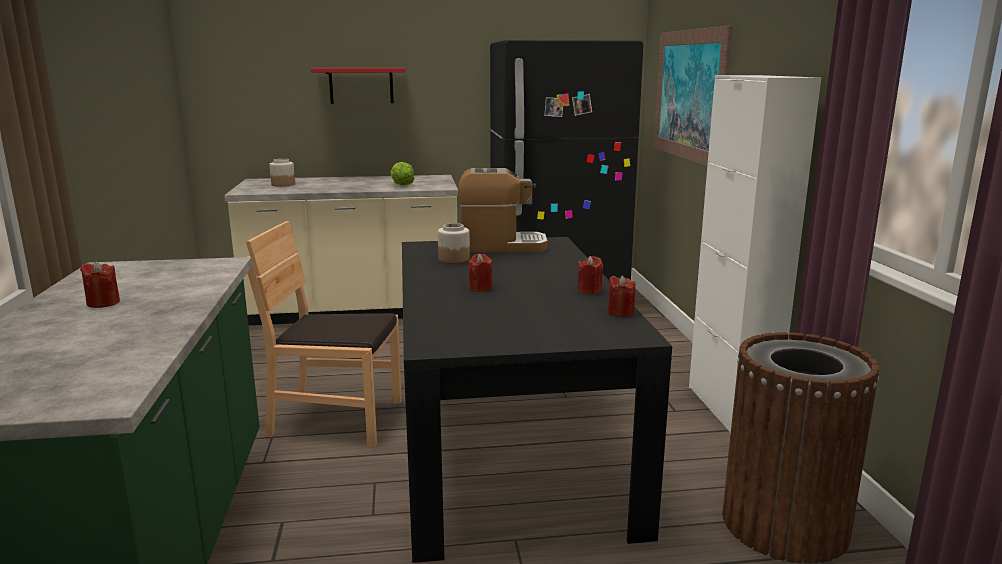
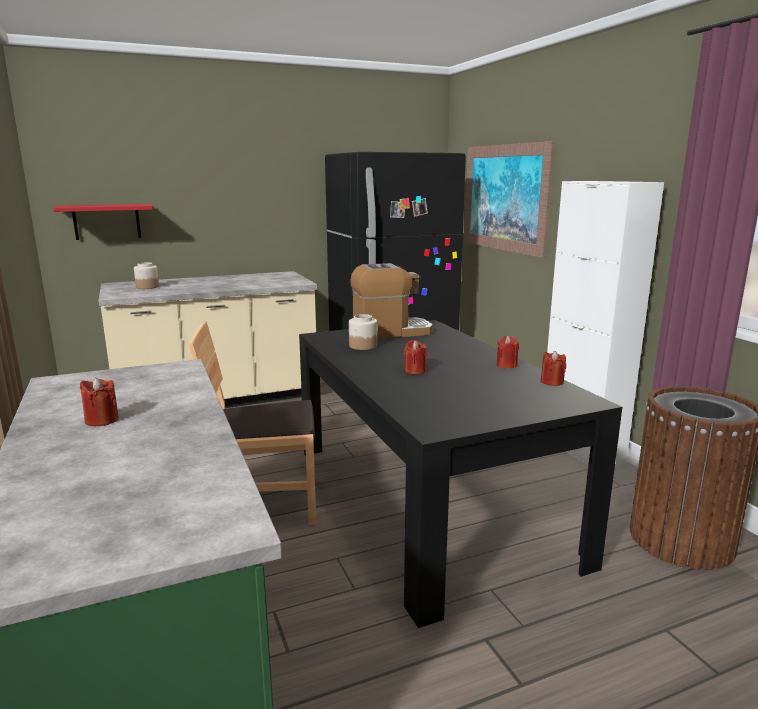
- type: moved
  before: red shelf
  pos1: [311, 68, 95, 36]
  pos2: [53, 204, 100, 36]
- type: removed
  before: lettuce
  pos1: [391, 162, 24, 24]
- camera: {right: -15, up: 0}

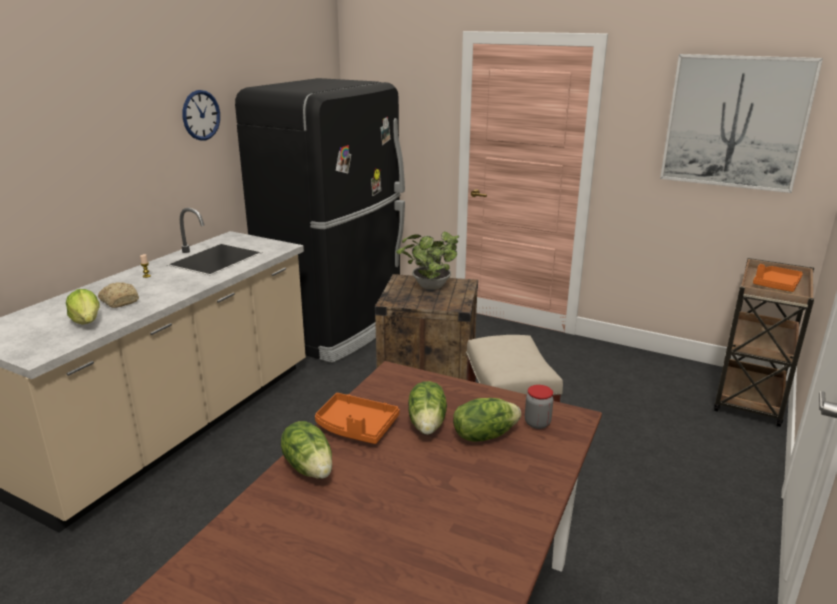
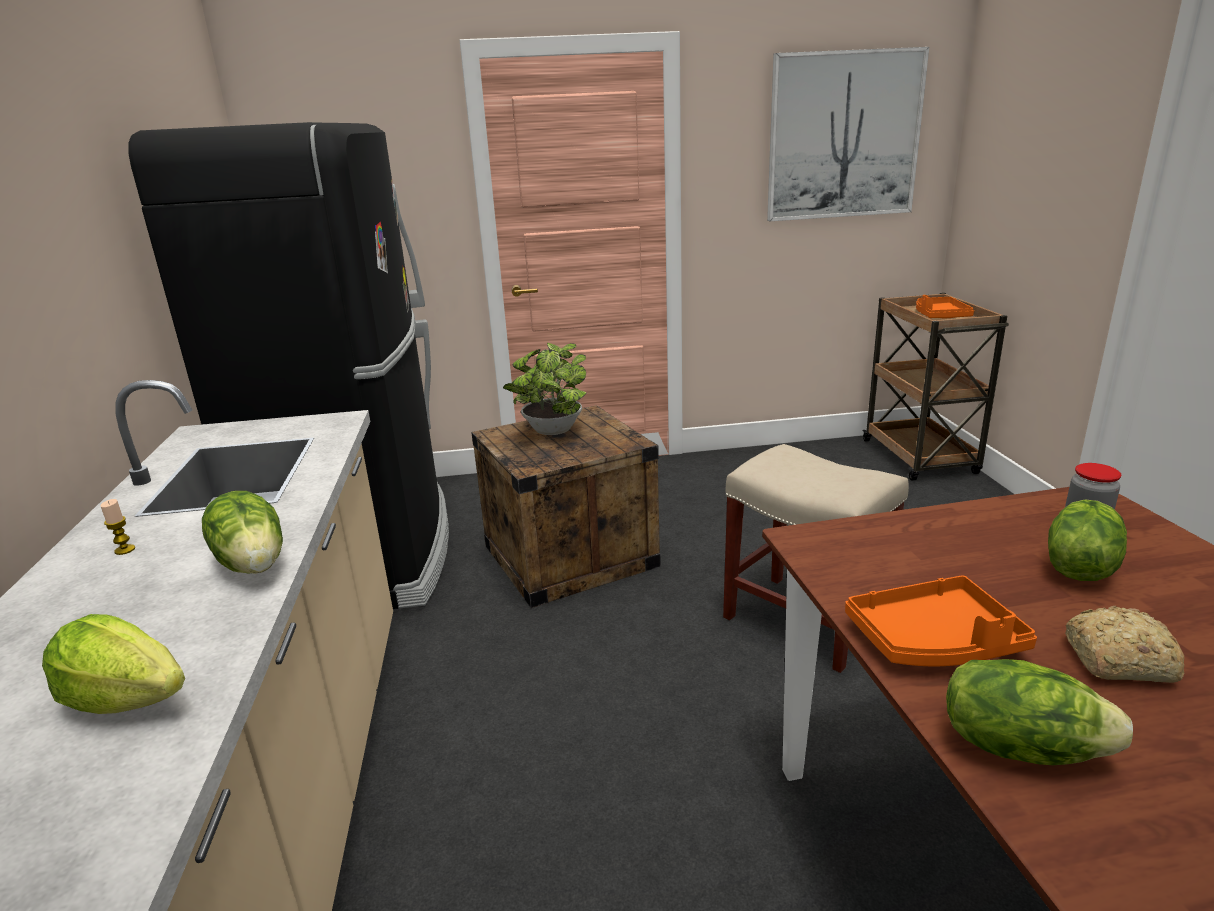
- type: moved
  before: lettuce
  pos1: [408, 381, 39, 54]
  pos2: [202, 491, 81, 83]
- type: moved
  before: bread
  pos1: [98, 282, 41, 26]
  pos2: [1065, 606, 119, 77]
- type: removed
  before: wall clock
  pos1: [182, 90, 38, 50]
- camera: {right: -35, up: 0}

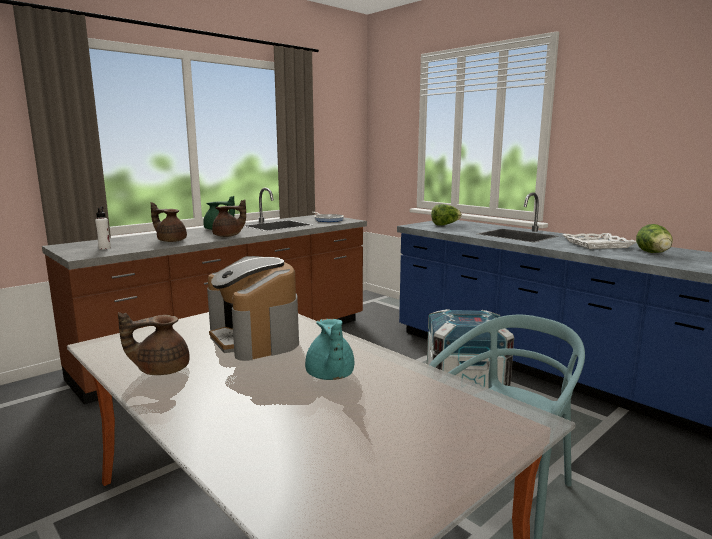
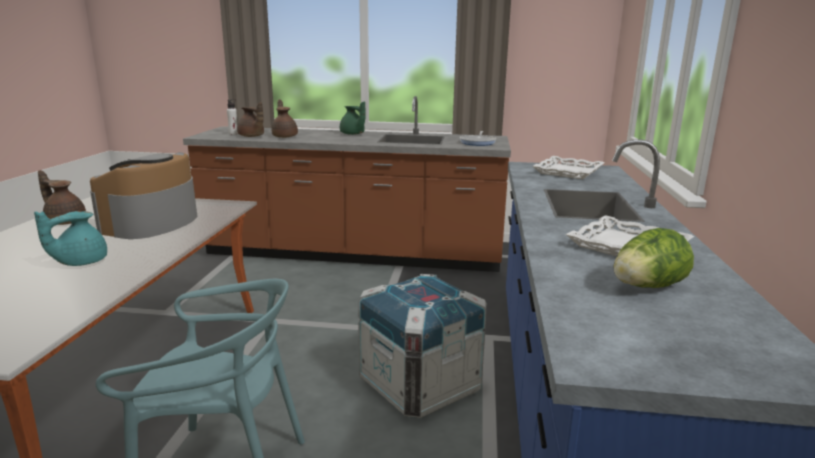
- type: moved
  before: brown teapot
  pos1: [212, 199, 34, 38]
  pos2: [237, 102, 27, 35]
- type: replaced
  before: lettuce
  after: white tray
  pos1: [431, 204, 31, 22]
  pos2: [533, 156, 71, 23]
- camera: {right: 50, up: 5}

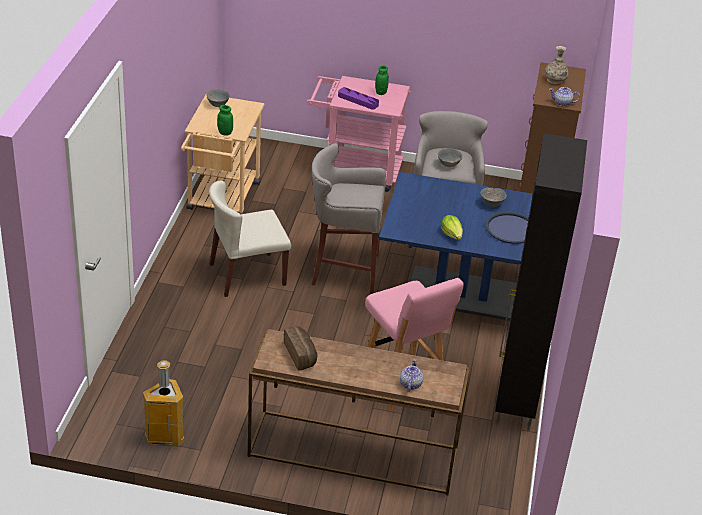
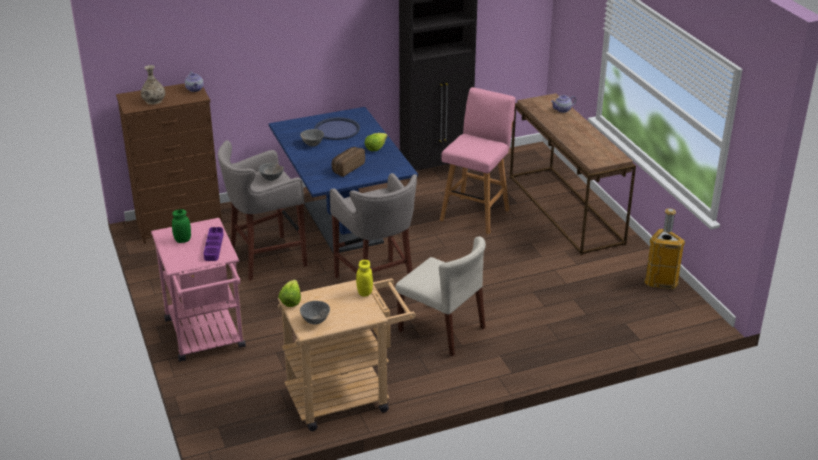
- type: added
  after: lettuce
  pos2: [278, 280, 23, 27]
- type: moved
  before: bread
  pos1: [284, 327, 33, 44]
  pos2: [331, 147, 34, 30]
- type: recoloured
  before: green jar
  after: yellow jar
  pos1: [217, 105, 16, 31]
  pos2: [356, 260, 17, 37]
- camera: {right: -120, up: -5}

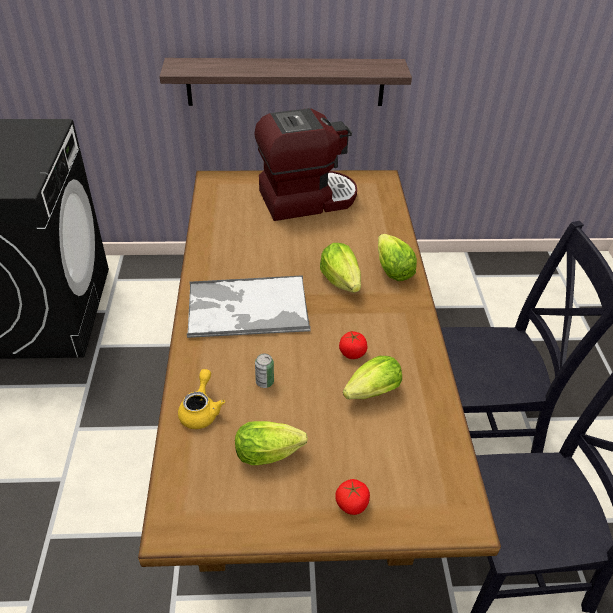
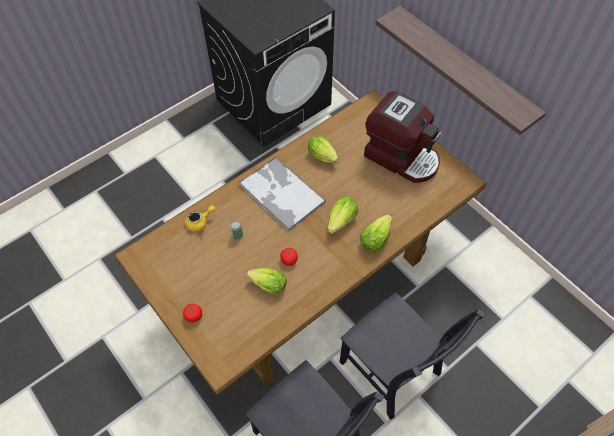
- type: moved
  before: lettuce
  pos1: [235, 421, 73, 44]
  pos2: [308, 136, 30, 27]
- camera: {right: 55, up: 15}

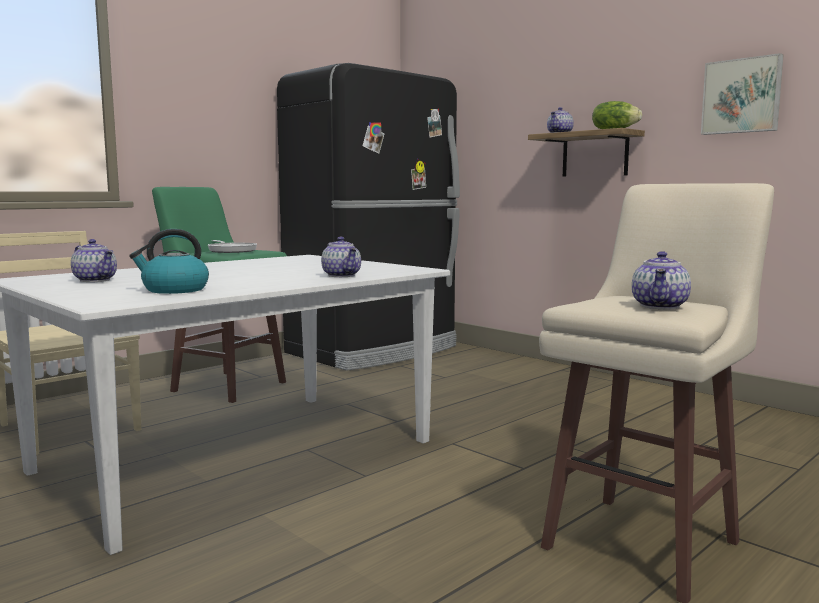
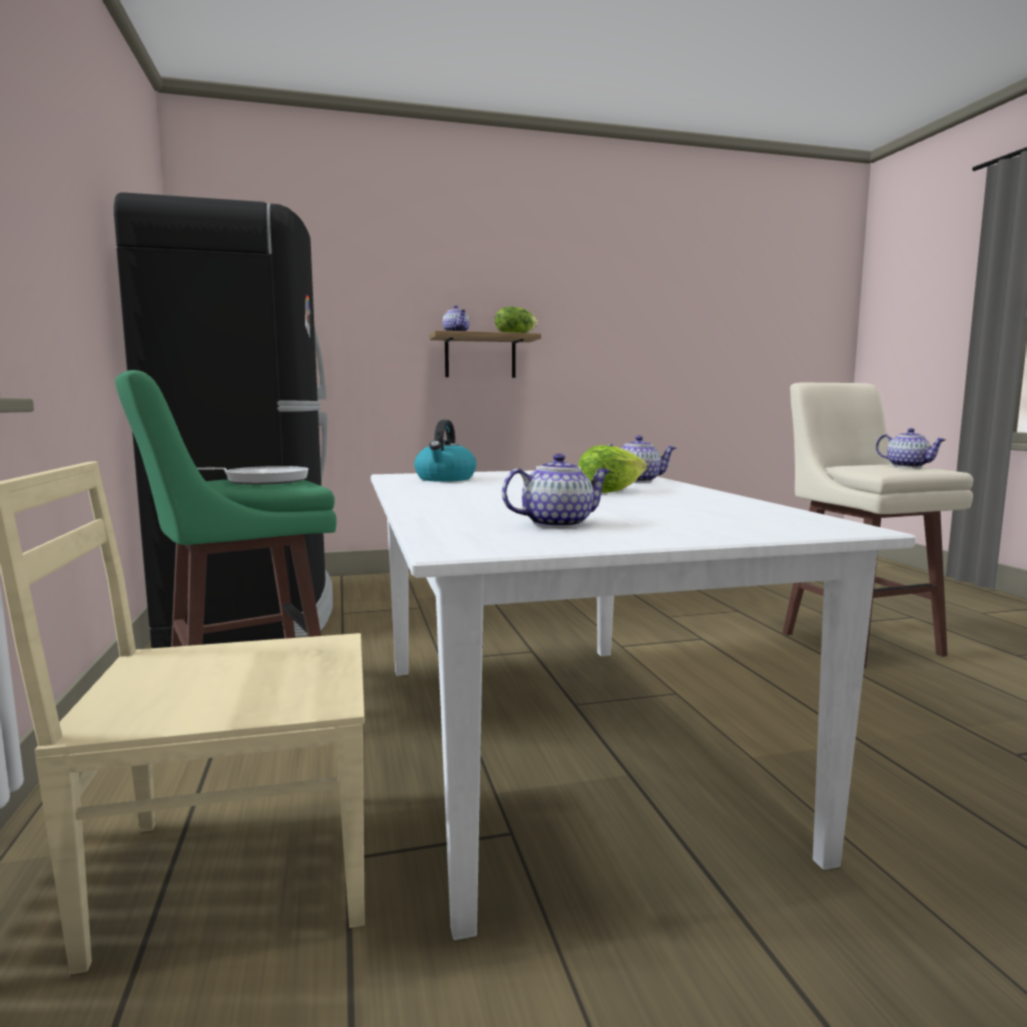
- type: moved
  before: kettle
  pos1: [129, 229, 80, 65]
  pos2: [414, 420, 62, 62]
- type: added
  after: lettuce
  pos2: [578, 445, 69, 48]
- type: removed
  before: picture
  pos1: [701, 53, 83, 82]
- camera: {right: -60, up: 0}

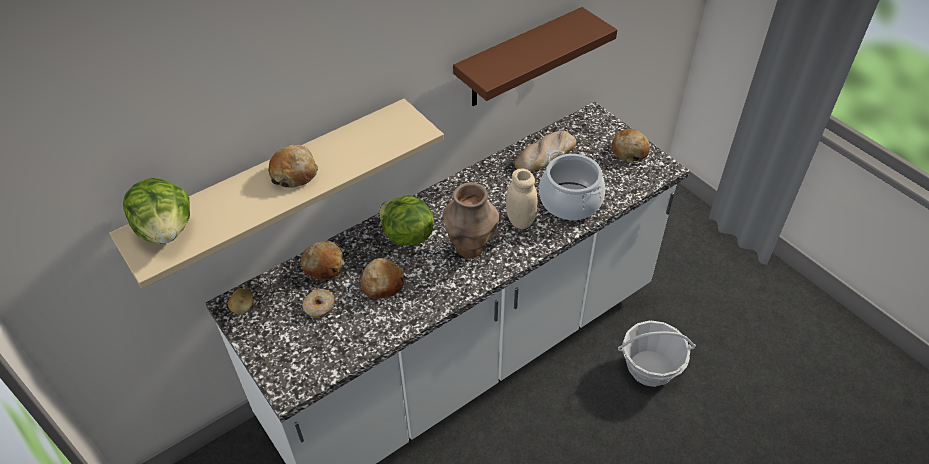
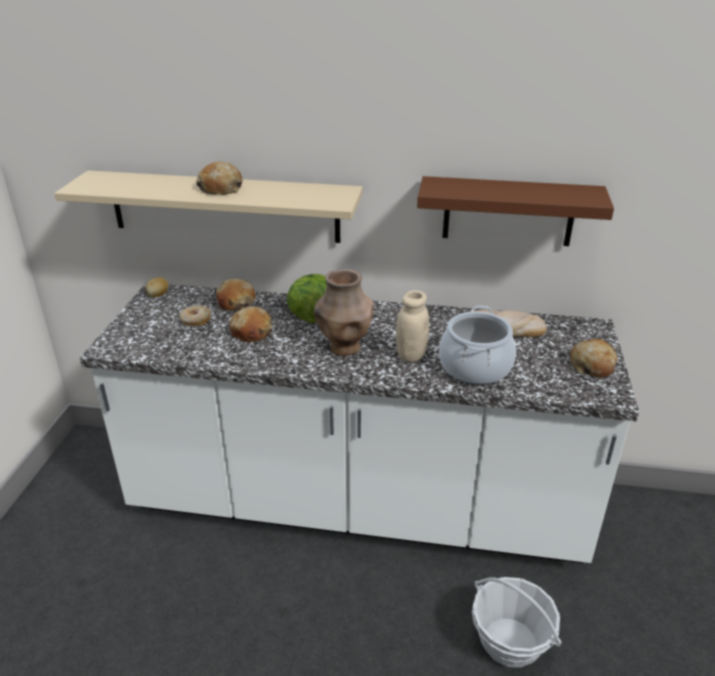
- type: removed
  before: lettuce
  pos1: [123, 178, 67, 66]
- camera: {right: 45, up: -15}

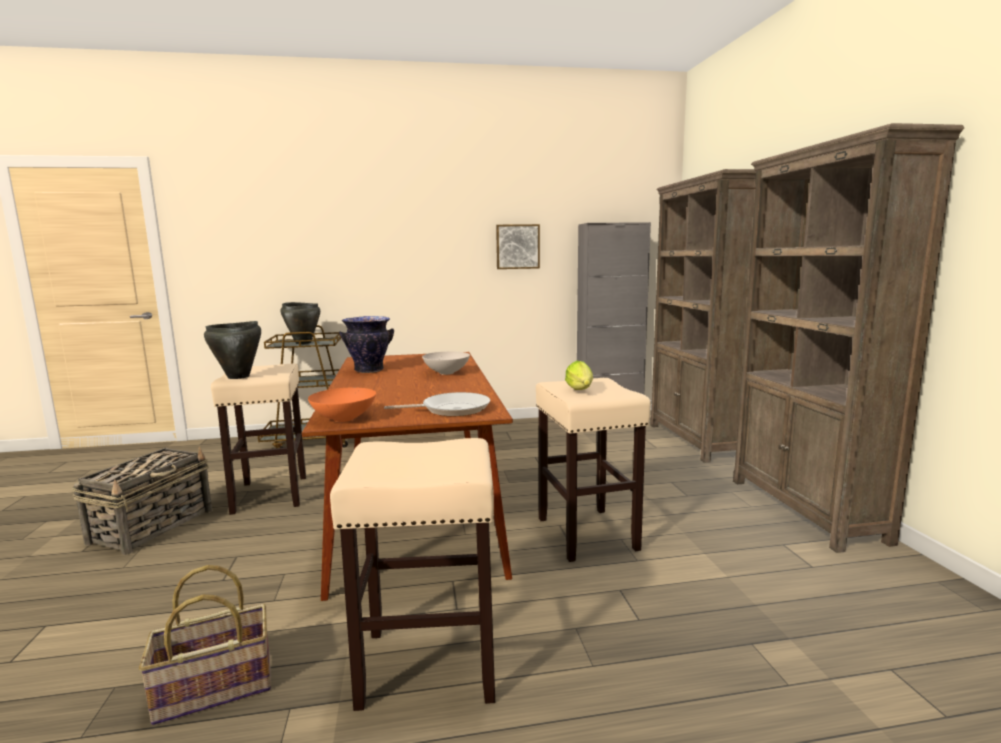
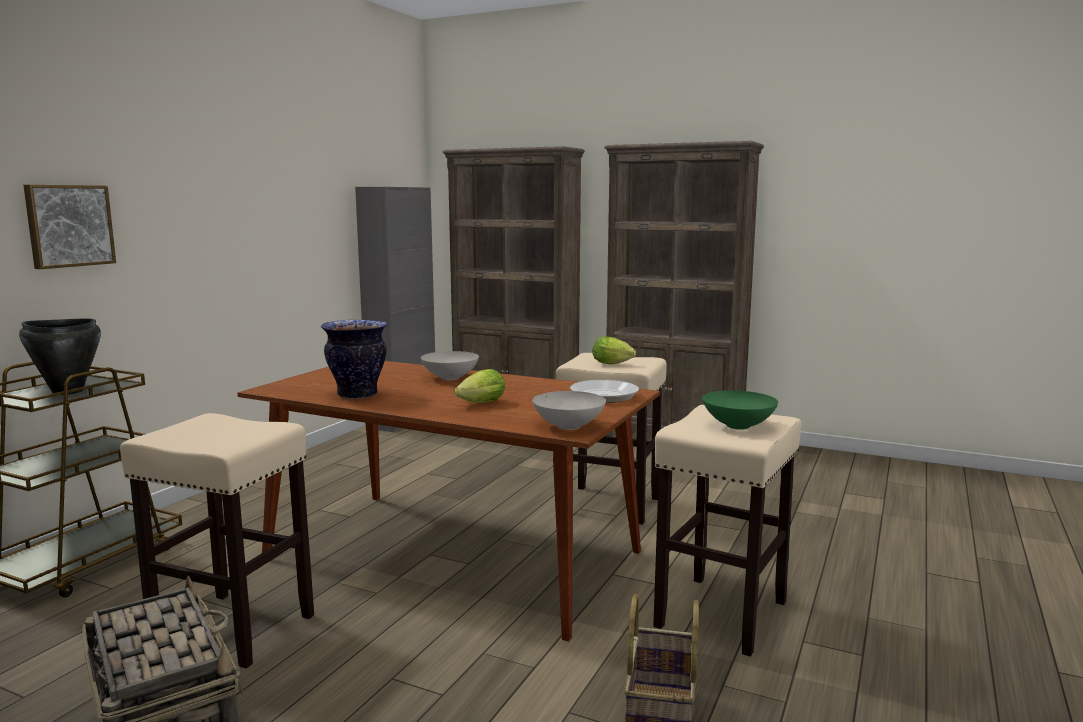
- type: moved
  before: picture
  pos1: [496, 224, 44, 45]
  pos2: [23, 185, 93, 84]
- type: added
  after: lettuce
  pos2: [455, 369, 50, 34]
- type: recoloured
  before: orange bowl
  after: white bowl
  pos1: [308, 388, 68, 34]
  pos2: [532, 391, 74, 39]
- type: added
  after: green bowl
  pos2: [702, 390, 76, 40]
- type: removed
  before: black cooking pot
  pos1: [204, 321, 57, 58]
- camera: {right: -55, up: 0}

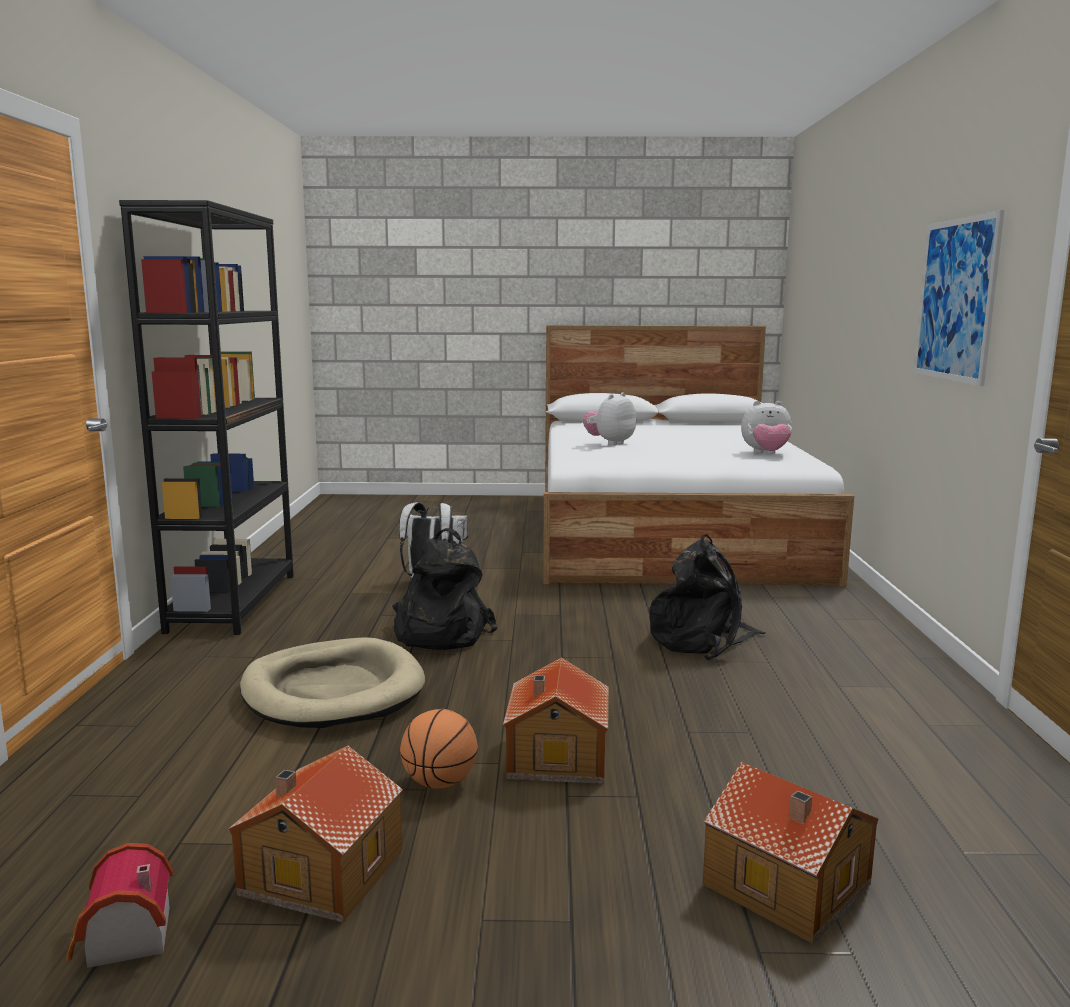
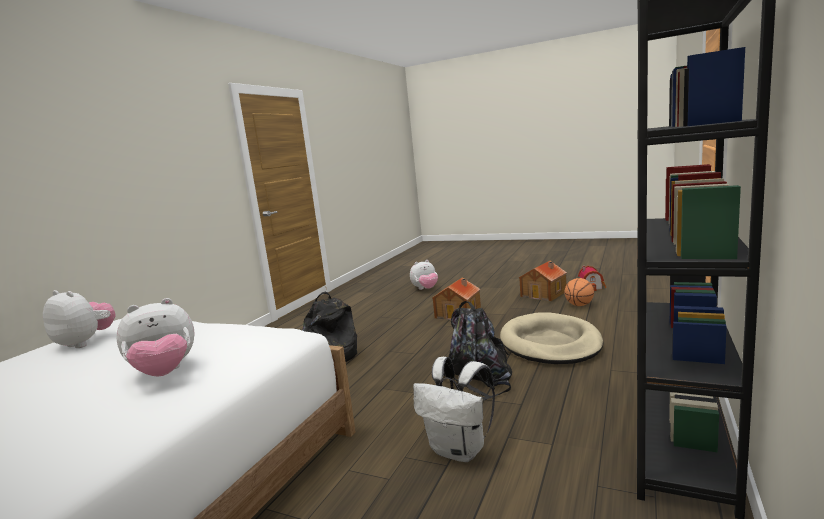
- type: replaced
  before: toy house
  after: plush toy
  pos1: [703, 762, 175, 182]
  pos2: [410, 260, 28, 30]
- type: moved
  before: basketball
  pos1: [400, 709, 78, 80]
  pos2: [564, 278, 30, 28]
- type: removed
  before: picture
  pos1: [913, 210, 91, 176]
- camera: {right: -155, up: 0}

